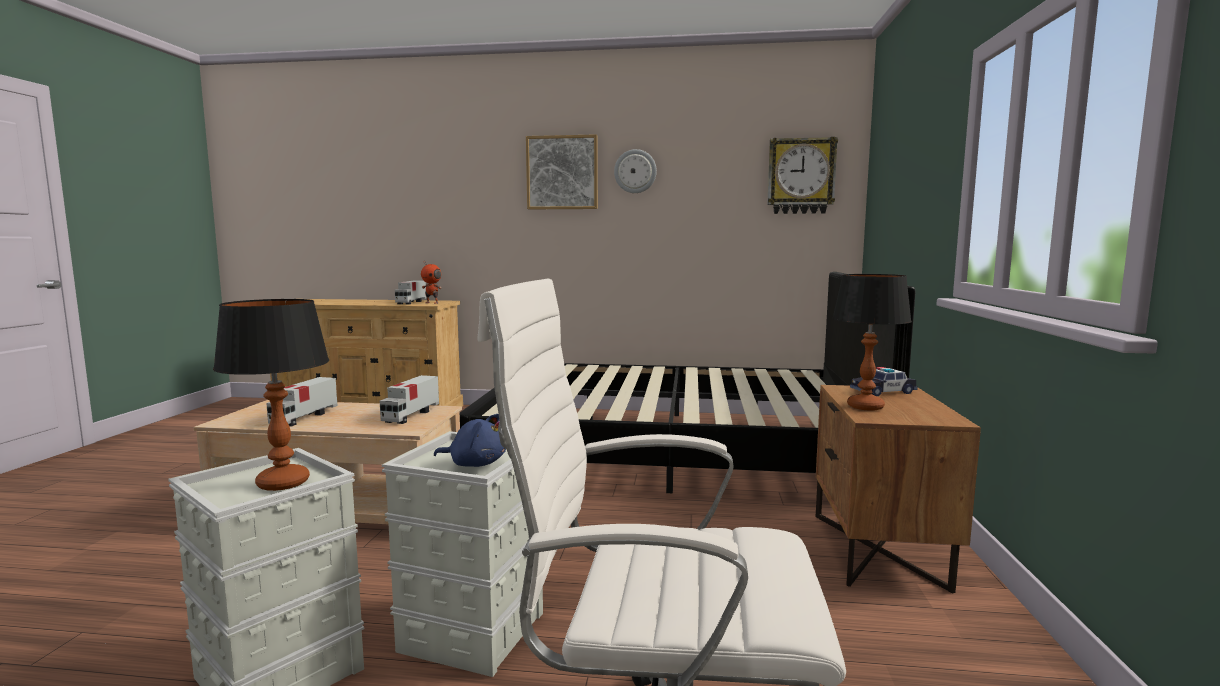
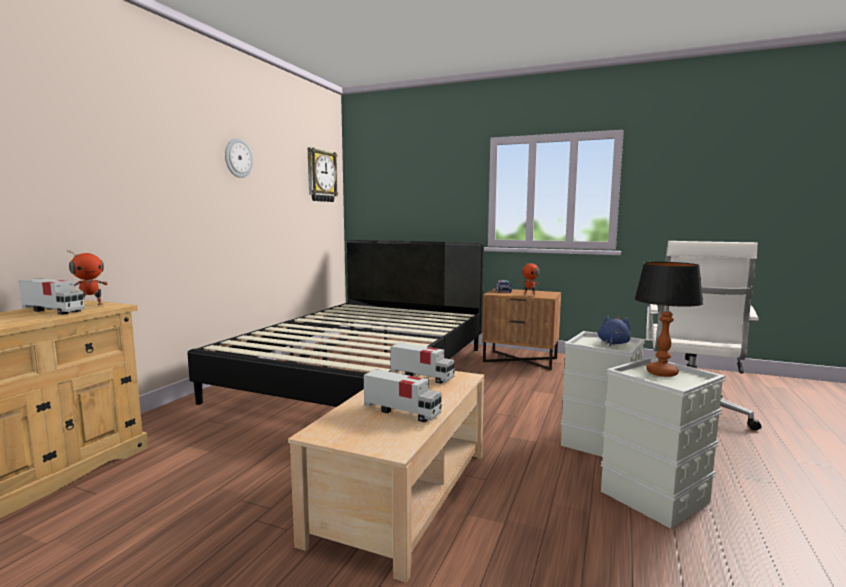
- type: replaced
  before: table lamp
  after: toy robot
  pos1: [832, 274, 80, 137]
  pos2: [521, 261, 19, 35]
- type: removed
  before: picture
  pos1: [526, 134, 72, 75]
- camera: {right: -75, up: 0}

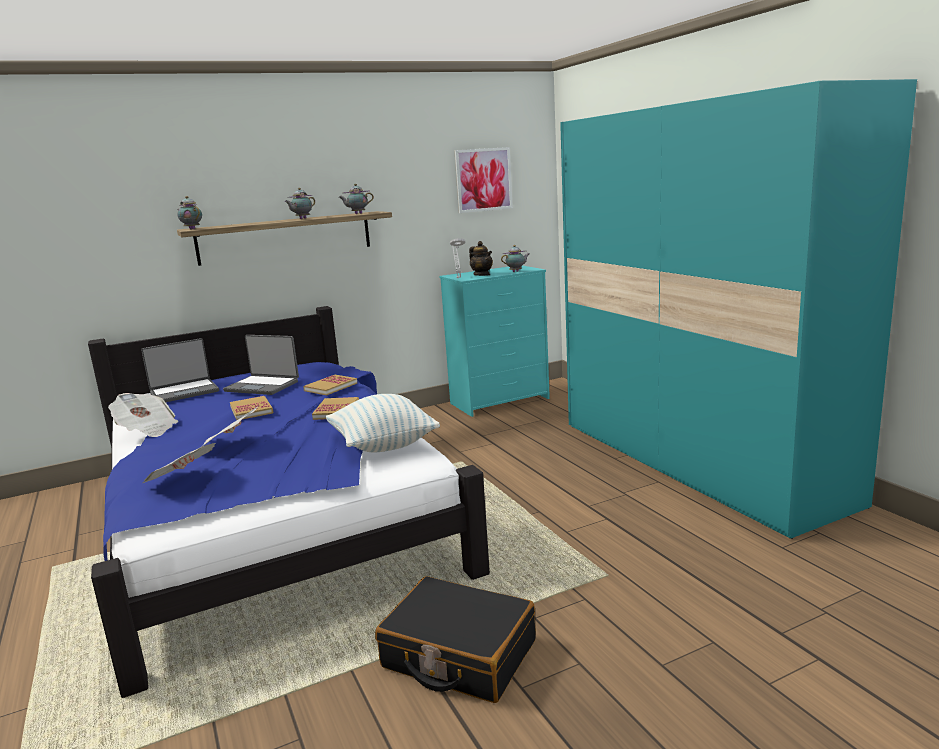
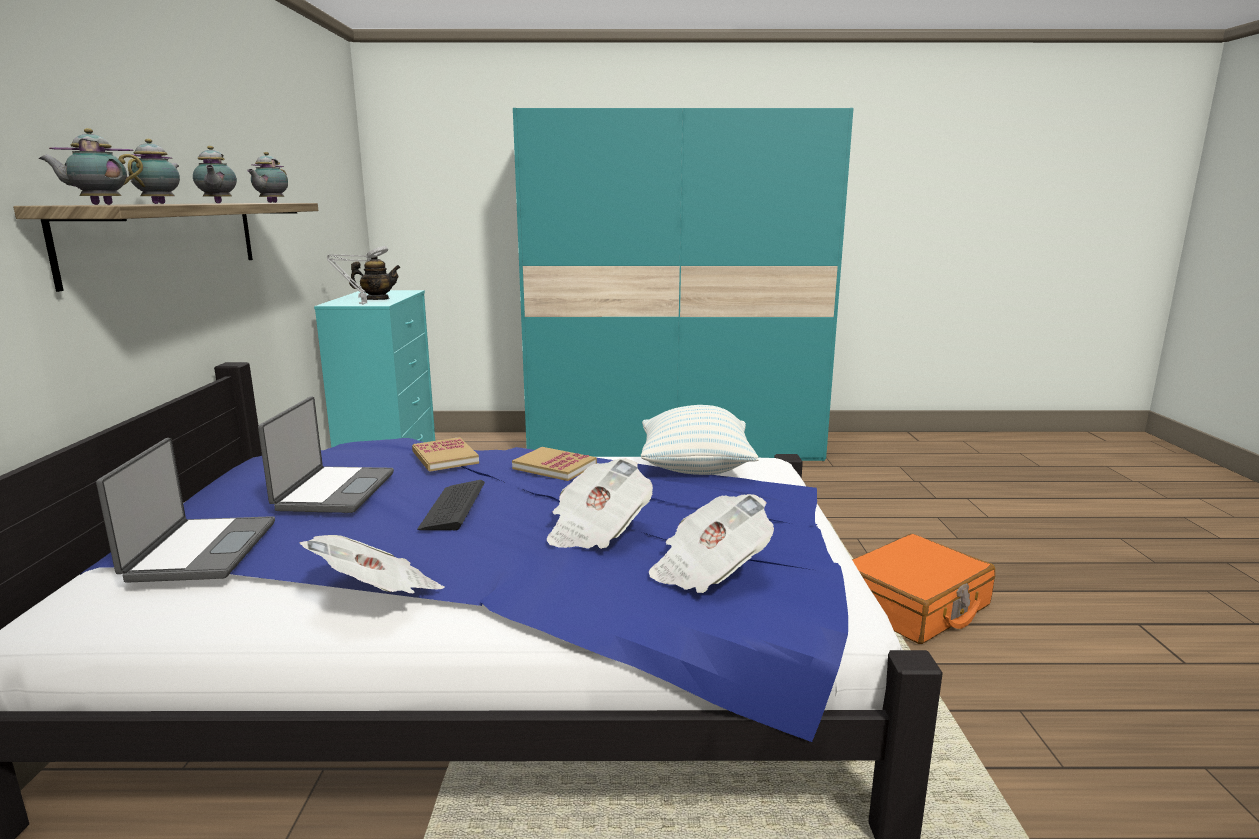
- type: moved
  before: teapot
  pos1: [501, 245, 28, 27]
  pos2: [128, 139, 52, 65]
- type: turned
  before: laptop
  pos1: [223, 335, 76, 60]
  pos2: [258, 397, 136, 116]
  turn: -45
- type: replaced
  before: book
  after: keyboard
  pos1: [230, 396, 43, 24]
  pos2: [417, 480, 68, 50]
- type: recoloured
  before: black suitcase
  after: orange suitcase
  pos1: [375, 576, 161, 127]
  pos2: [852, 534, 143, 110]
- type: removed
  before: picture
  pos1: [454, 147, 59, 66]
- camera: {right: -65, up: 0}

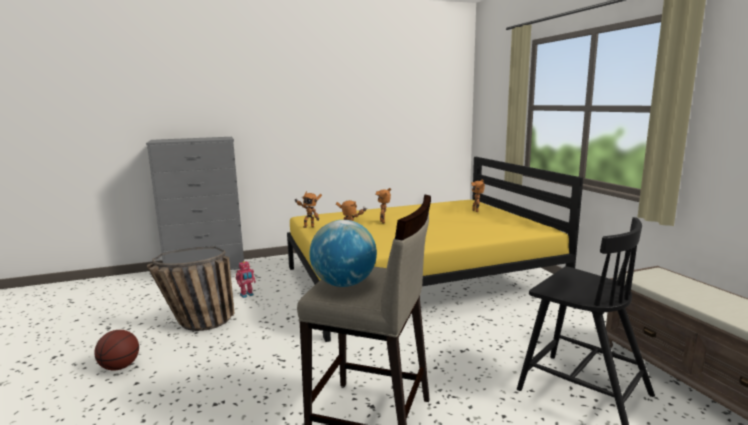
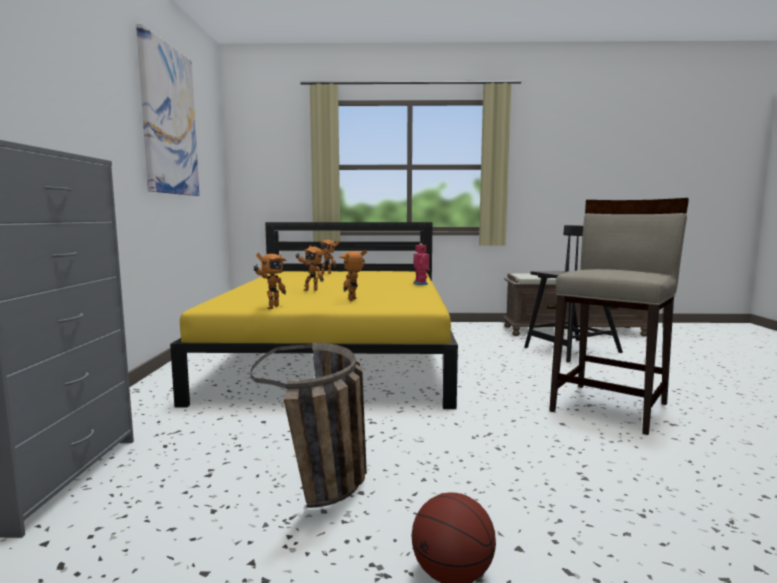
- type: added
  after: picture
  pos2: [136, 24, 63, 172]
- type: moved
  before: toy robot
  pos1: [236, 261, 20, 37]
  pos2: [413, 243, 18, 42]
- type: removed
  before: globe
  pos1: [310, 220, 67, 67]
- camera: {right: -70, up: -5}

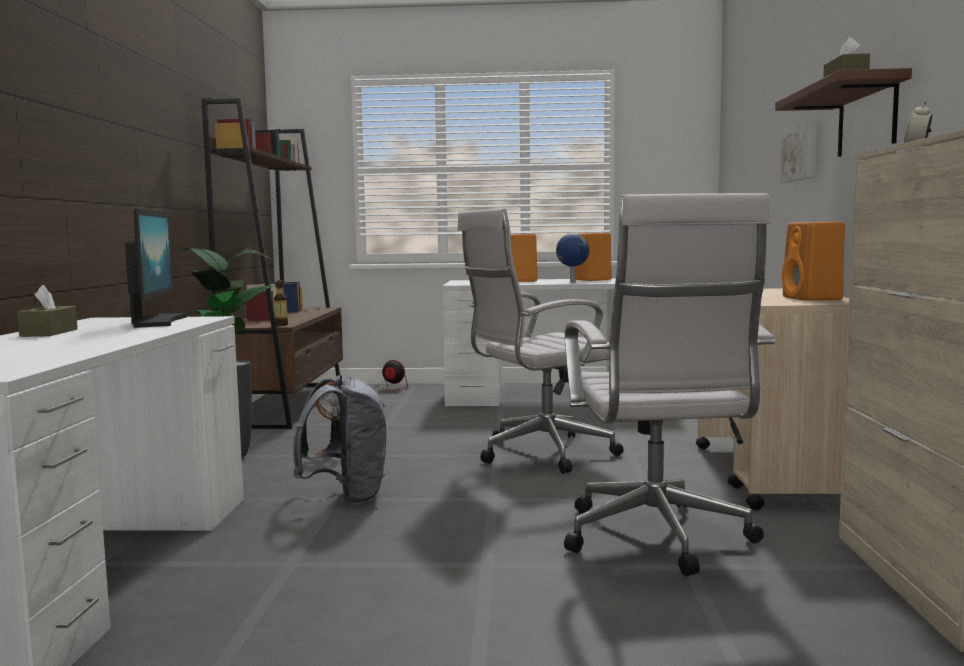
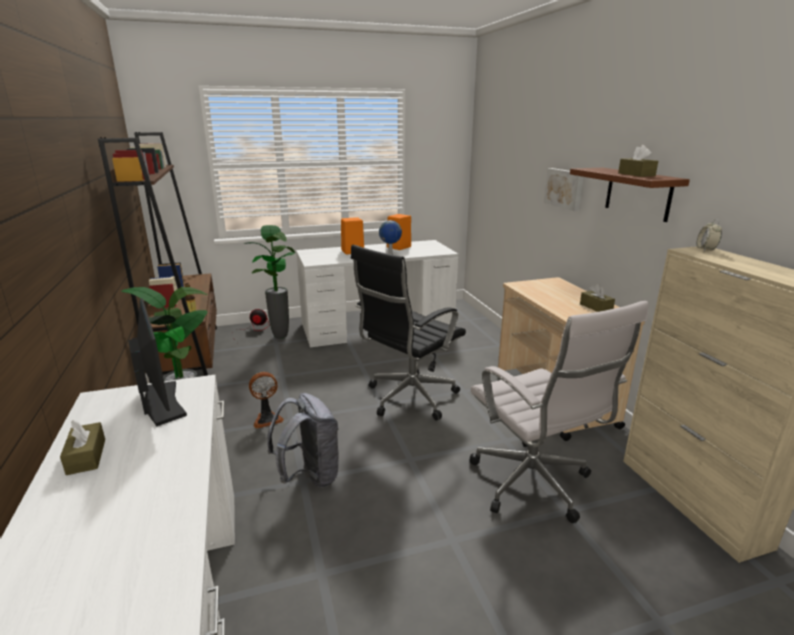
- type: added
  after: potted plant
  pos2: [244, 225, 51, 114]
- type: recoloured
  before: white office chair
  after: black office chair
  pos1: [457, 209, 166, 265]
  pos2: [351, 245, 115, 175]
- type: replaced
  before: orange speaker
  after: brown tissue box
  pos1: [782, 222, 63, 79]
  pos2: [580, 284, 35, 28]
- camera: {right: -20, up: 15}

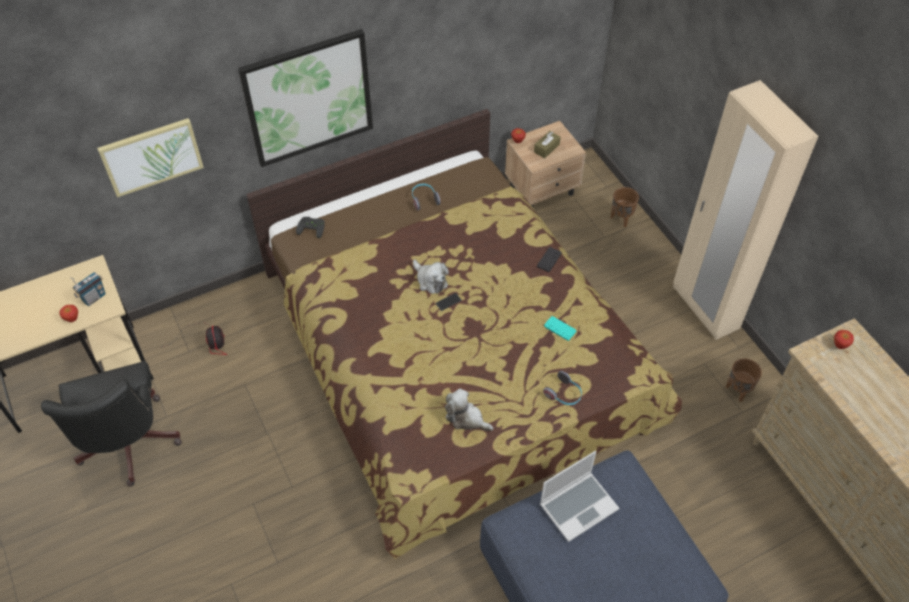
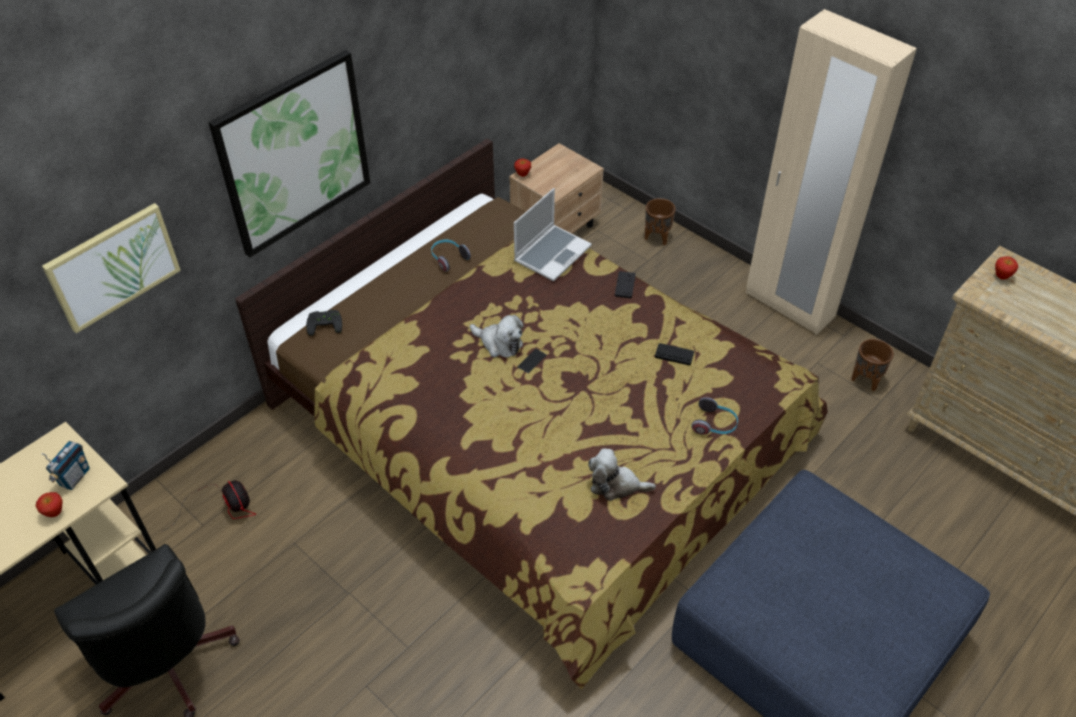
- type: moved
  before: laptop
  pos1: [540, 451, 80, 91]
  pos2: [514, 188, 78, 93]
- type: recoloured
  before: turquoise game controller
  after: black game controller
  pos1: [544, 316, 32, 25]
  pos2: [655, 343, 39, 22]
- type: removed
  before: brown tissue box
  pos1: [534, 131, 27, 27]
- camera: {right: -20, up: -5}

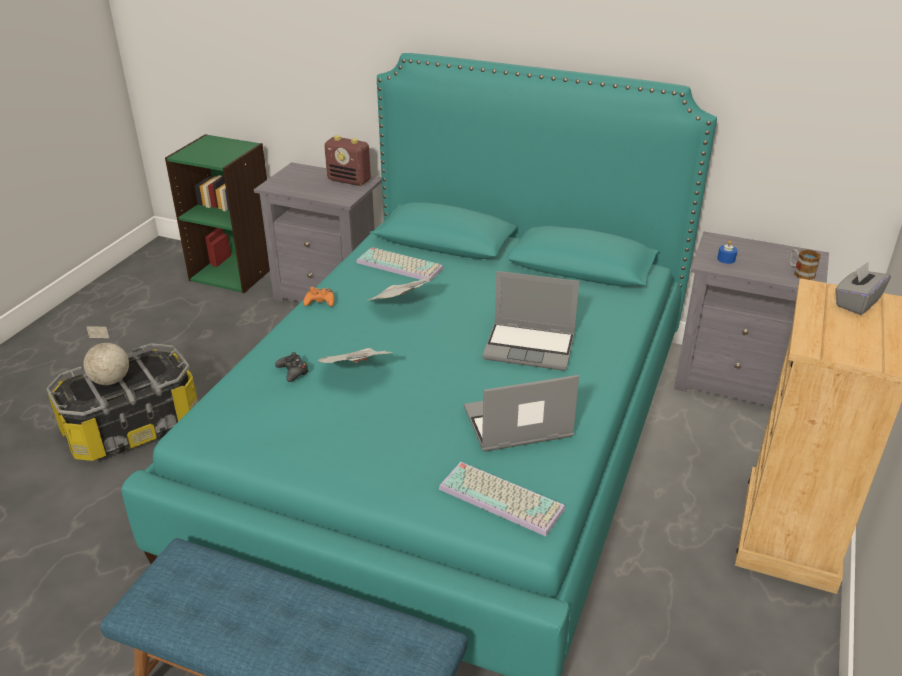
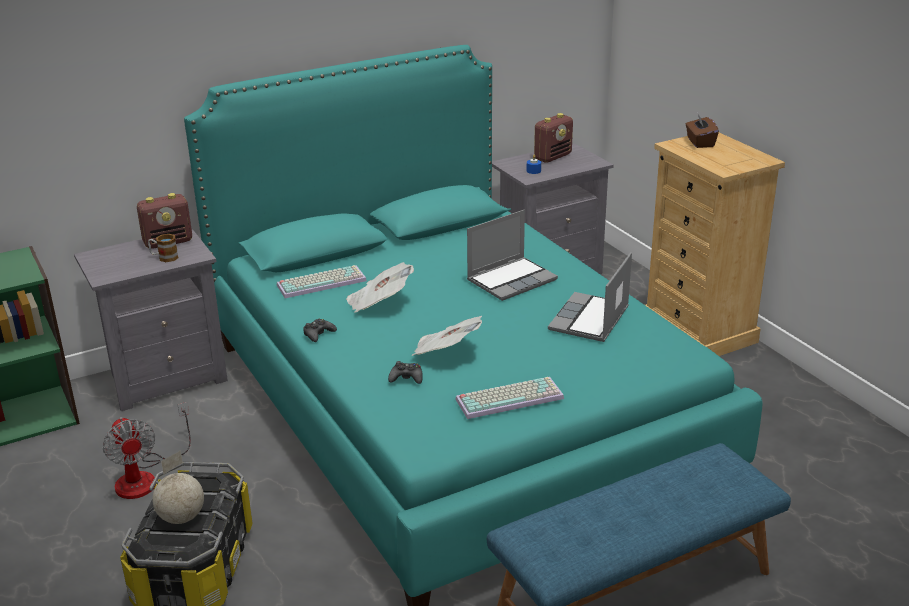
- type: added
  after: fan
  pos2: [102, 402, 89, 97]
- type: moved
  before: mug
  pos1: [790, 249, 31, 31]
  pos2: [148, 234, 31, 28]
- type: recoloured
  before: orange game controller
  after: black game controller
  pos1: [303, 287, 31, 19]
  pos2: [303, 318, 34, 24]
- type: moved
  before: keyboard
  pos1: [439, 462, 126, 74]
  pos2: [455, 377, 109, 42]
- type: added
  after: radio
  pos2: [534, 113, 39, 50]
- type: recoloured
  before: grey tissue box
  after: brown tissue box
  pos1: [835, 262, 56, 53]
  pos2: [686, 114, 33, 34]
- camera: {right: -50, up: -5}

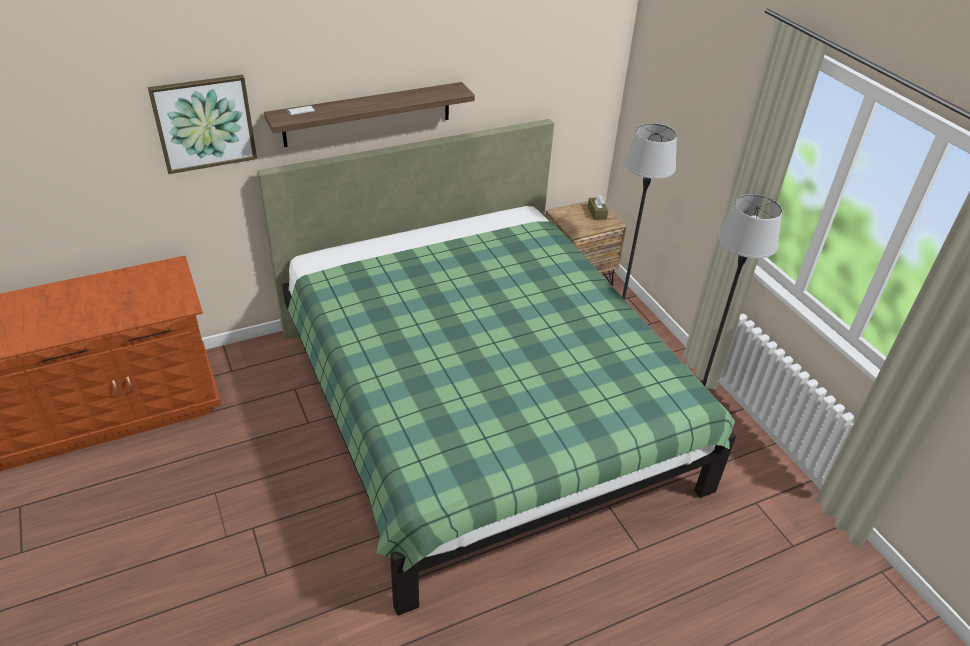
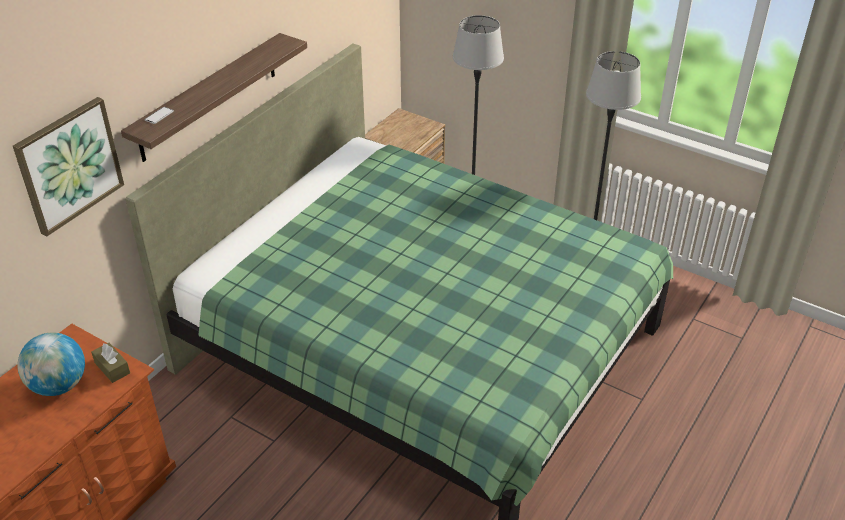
- type: added
  after: globe
  pos2: [18, 333, 67, 63]
- type: moved
  before: brown tissue box
  pos1: [588, 194, 20, 26]
  pos2: [91, 343, 39, 40]
- camera: {right: -30, up: 0}

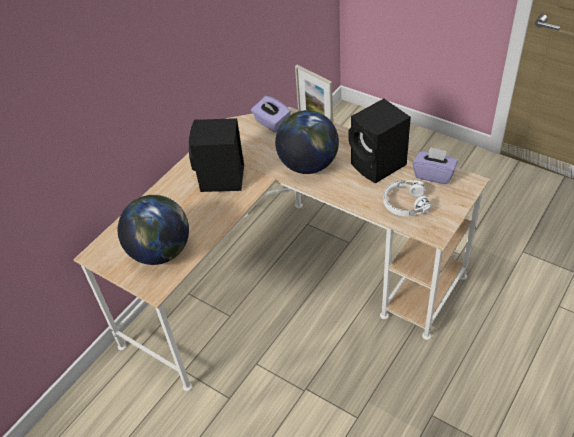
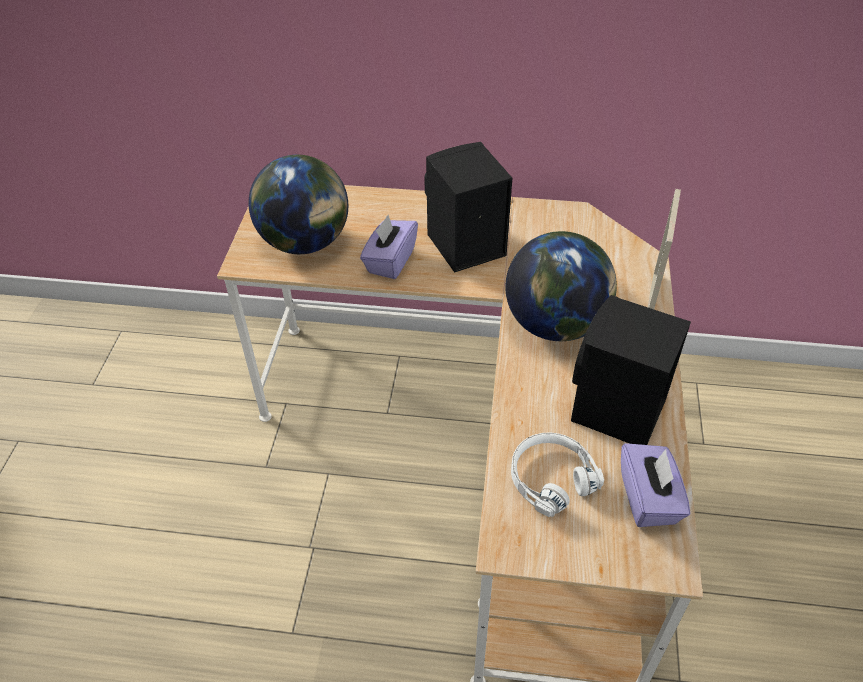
- type: moved
  before: purple tissue box
  pos1: [251, 96, 40, 37]
  pos2: [360, 215, 58, 64]
- camera: {right: 60, up: 0}

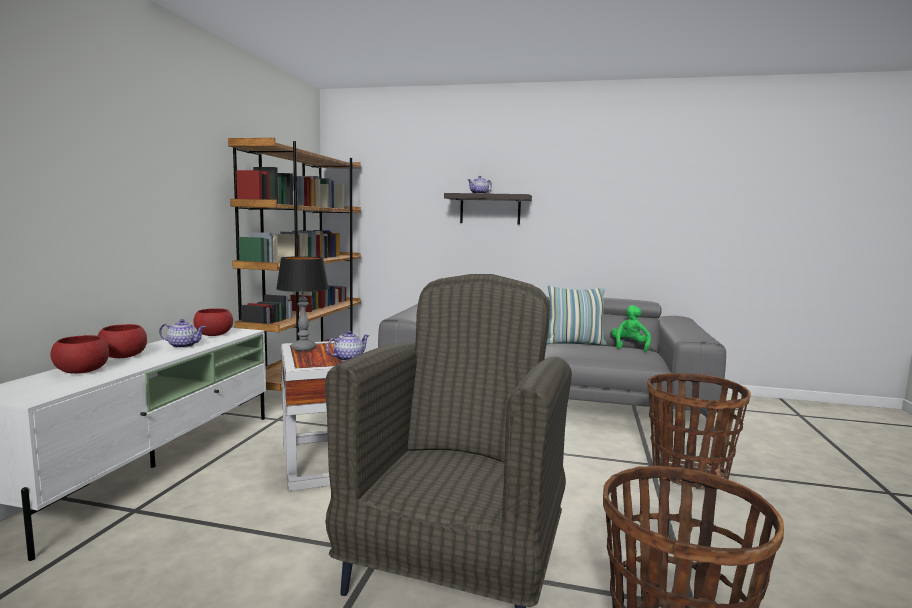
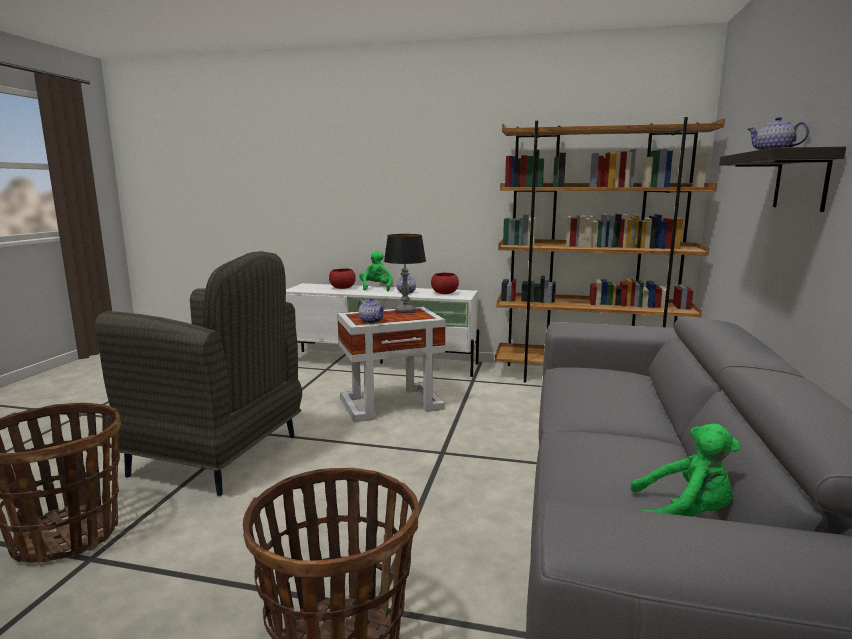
- type: replaced
  before: red bowl
  after: green plush toy
  pos1: [98, 324, 49, 34]
  pos2: [359, 251, 33, 40]
- type: removed
  before: pillow
  pos1: [547, 285, 59, 60]
- camera: {right: 90, up: 5}

